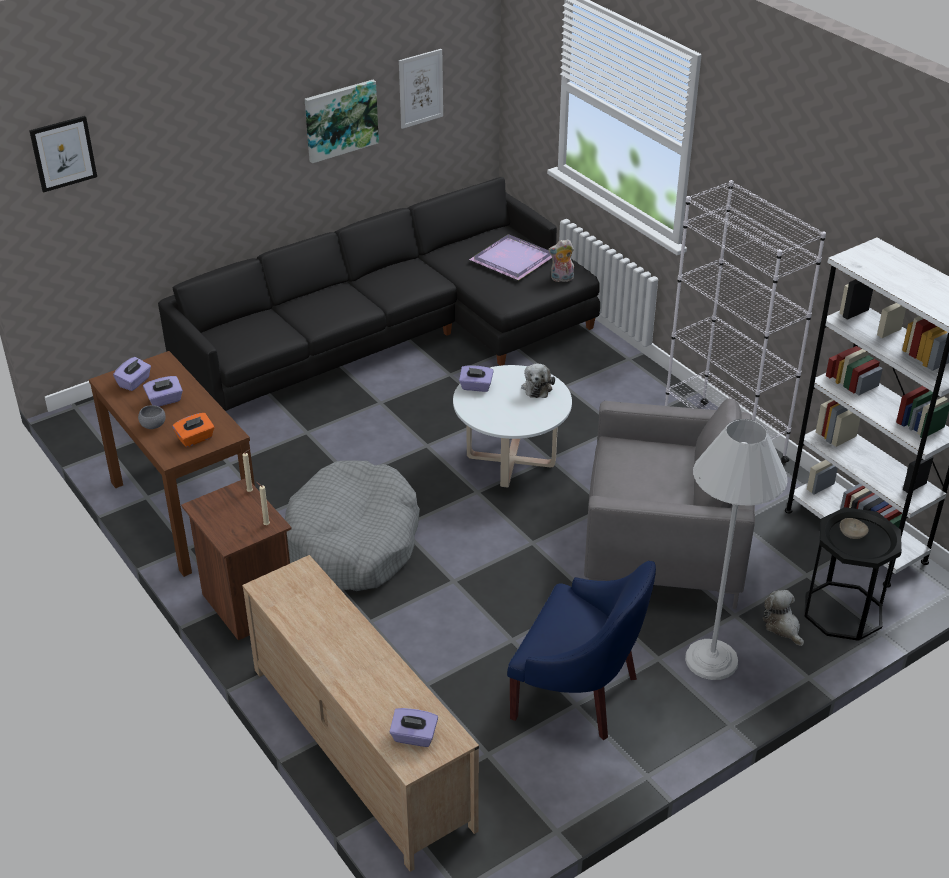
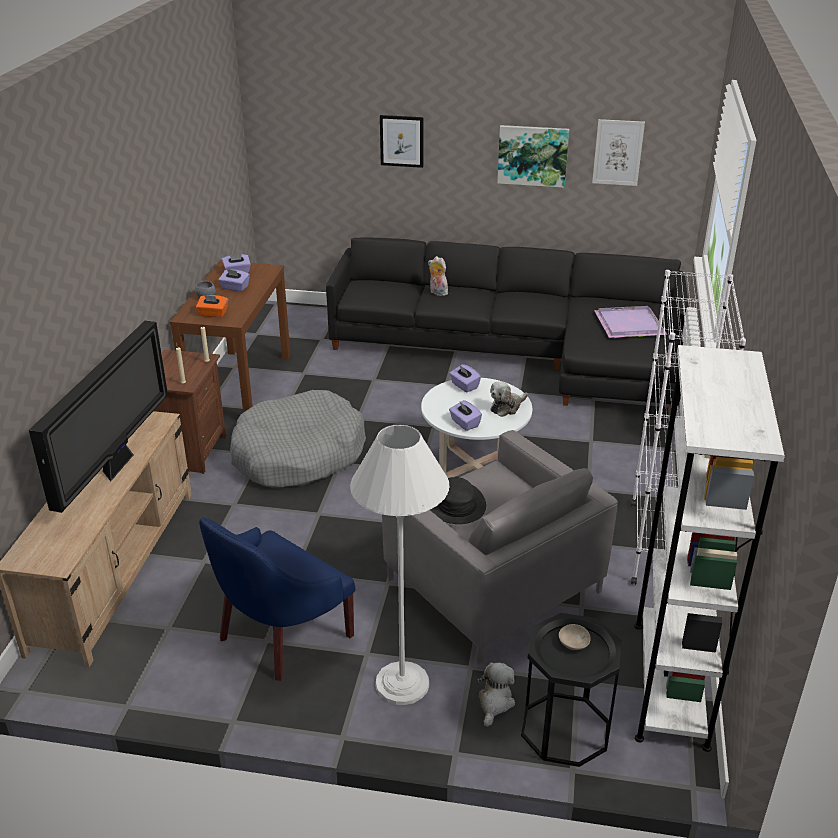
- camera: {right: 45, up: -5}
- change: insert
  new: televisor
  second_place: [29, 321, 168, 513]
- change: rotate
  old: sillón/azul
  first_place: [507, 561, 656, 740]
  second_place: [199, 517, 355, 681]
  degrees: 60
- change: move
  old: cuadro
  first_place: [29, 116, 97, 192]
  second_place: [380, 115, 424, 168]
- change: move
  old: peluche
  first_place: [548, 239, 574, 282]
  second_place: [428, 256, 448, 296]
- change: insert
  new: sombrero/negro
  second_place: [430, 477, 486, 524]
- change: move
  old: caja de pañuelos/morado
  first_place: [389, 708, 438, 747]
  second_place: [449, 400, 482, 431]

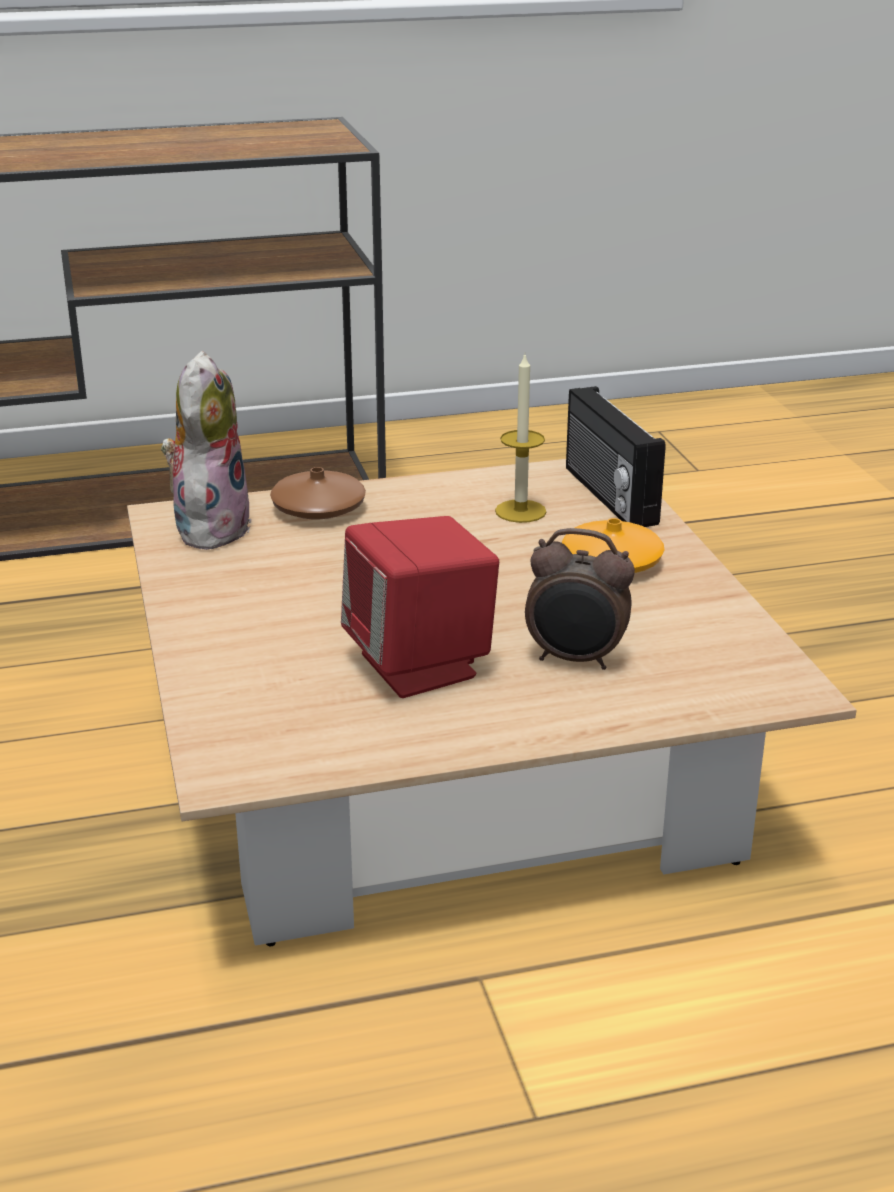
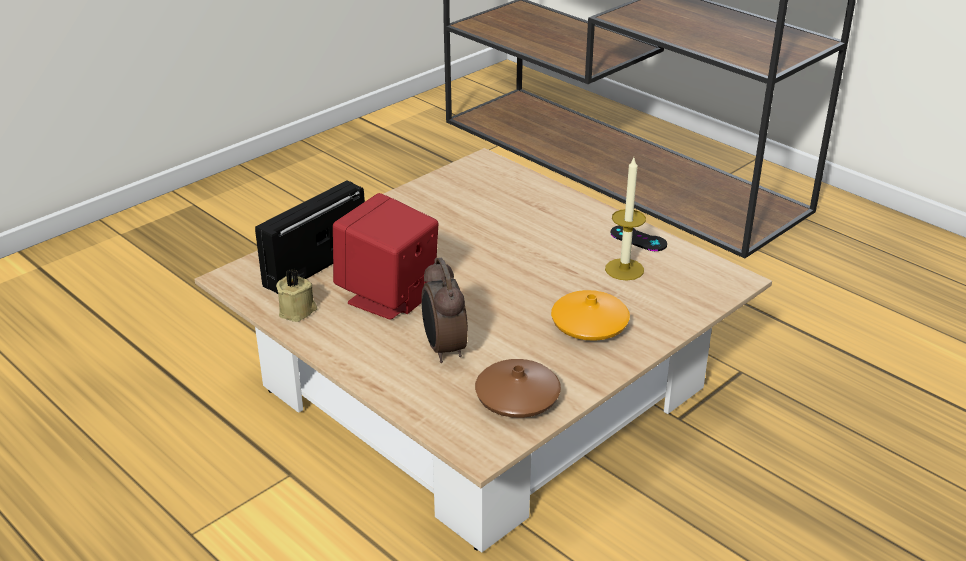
- camera: {right: 60, up: 5}
- change: move
  old: radio
  first_place: [566, 386, 666, 527]
  second_place: [255, 180, 365, 294]
- change: insert
  new: vela/beis
  second_place: [276, 269, 317, 322]
- change: move
  old: florero/marrón
  first_place: [270, 467, 366, 519]
  second_place: [475, 359, 561, 418]
- change: insert
  new: mando de consola/negro
  second_place: [610, 226, 667, 251]
- change: delete
  old: peluche
  first_place: [161, 351, 252, 550]

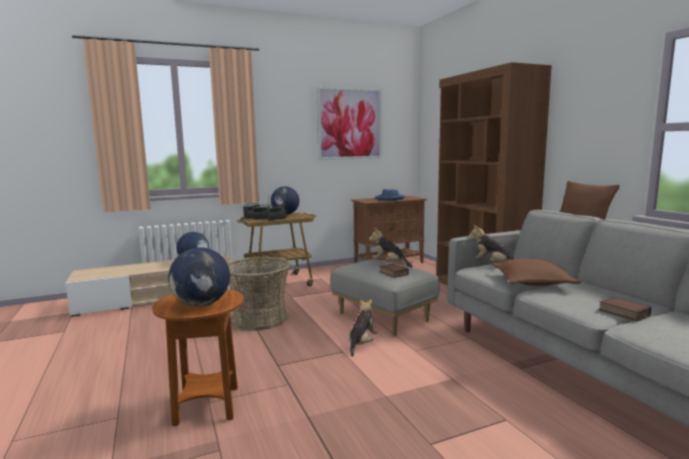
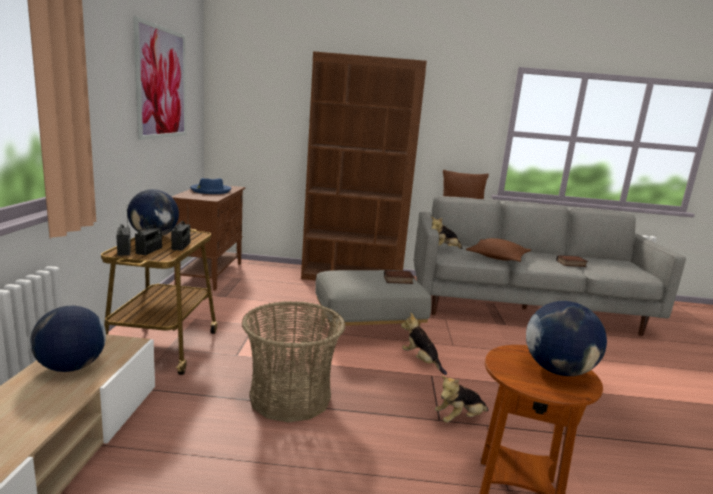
- camera: {right: -65, up: 5}
- change: move
  old: peluche
  first_place: [369, 228, 413, 267]
  second_place: [435, 376, 489, 423]

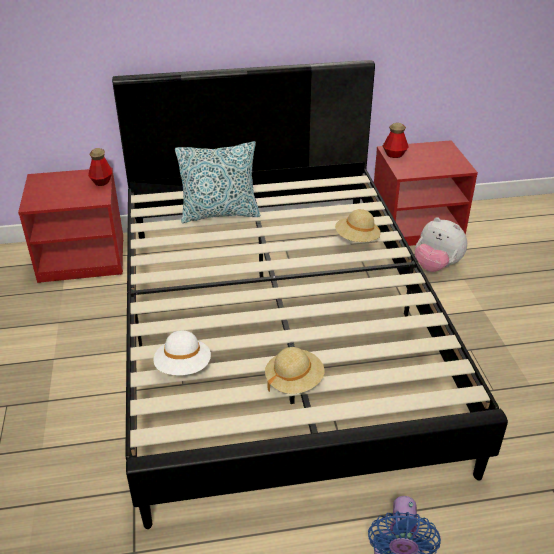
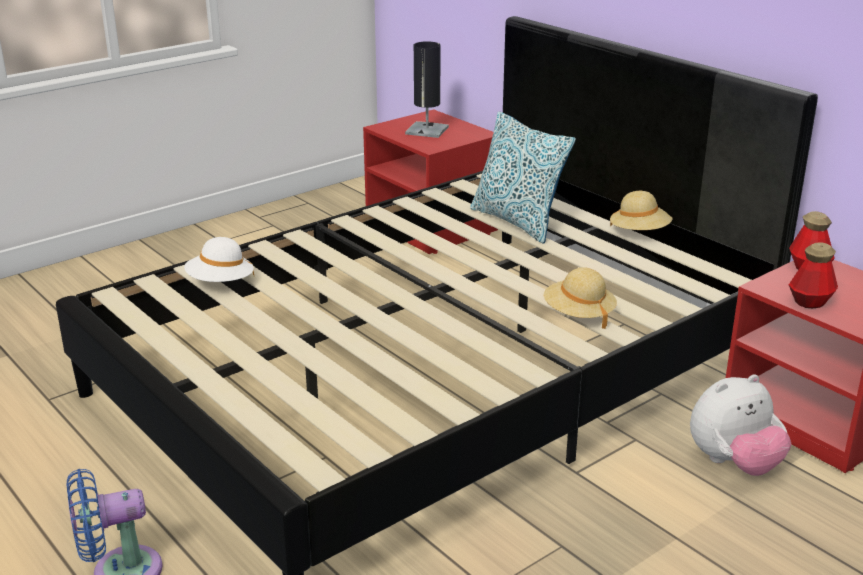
- camera: {right: 60, up: -10}
- change: insert
  new: lámpara de mesa/negro
  second_place: [405, 41, 449, 138]
- change: move
  old: sombrero/beis
  first_place: [265, 347, 325, 394]
  second_place: [610, 191, 673, 230]
- change: rotate
  old: peluche
  first_place: [415, 217, 467, 272]
  second_place: [690, 374, 791, 476]
  degrees: -120
- change: move
  old: botella
  first_place: [88, 148, 112, 186]
  second_place: [789, 242, 838, 308]

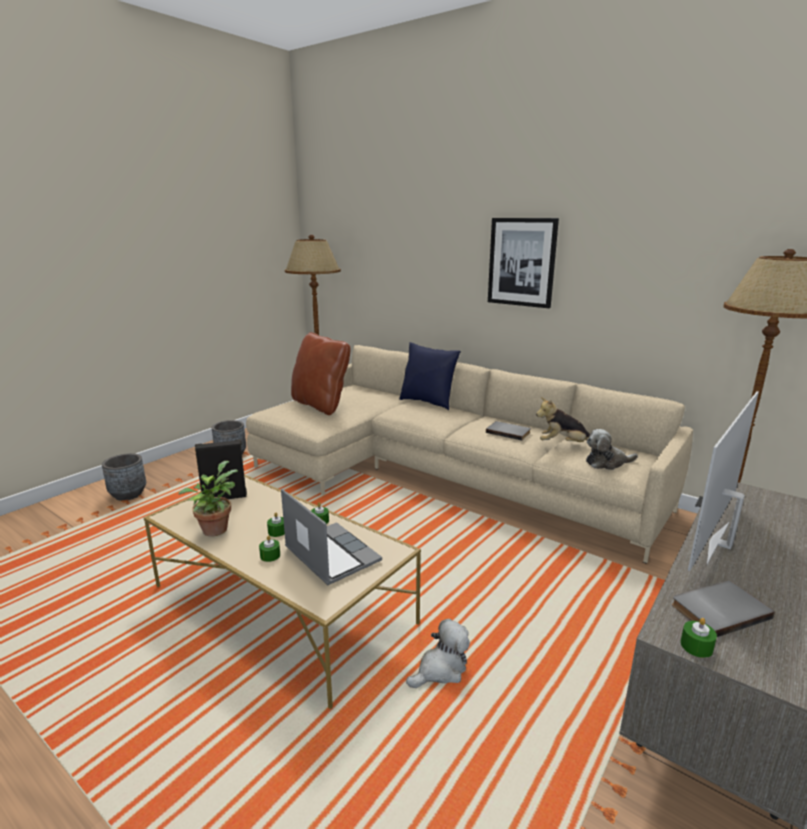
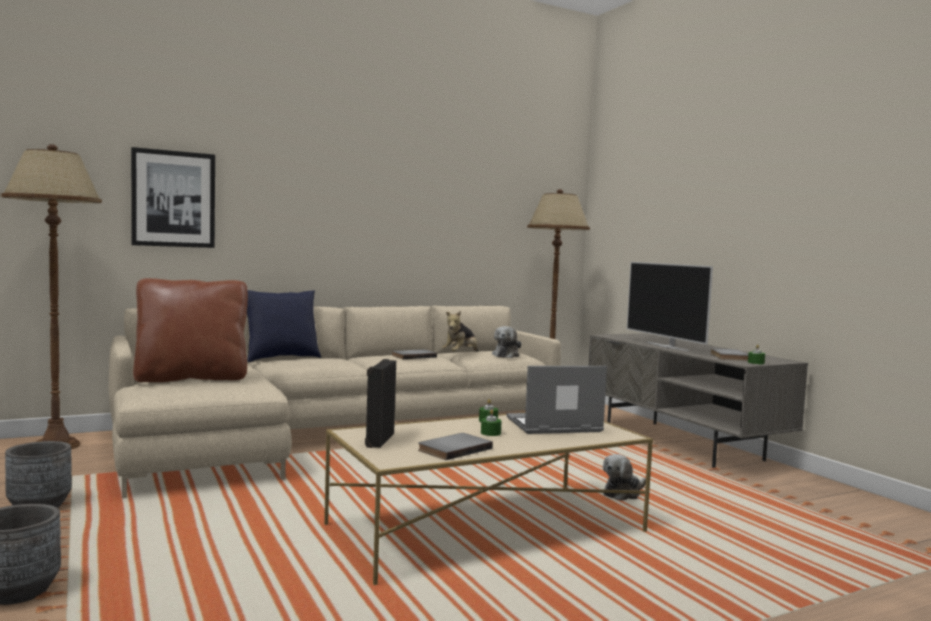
- camera: {right: -65, up: -15}
- change: move
  old: cuadro
  first_place: [488, 218, 559, 308]
  second_place: [131, 147, 215, 248]
- change: replace
  old: planta en maceta
  new: libro/gris
  first_place: [178, 461, 238, 537]
  second_place: [418, 433, 493, 460]
- change: rotate
  old: peluche
  first_place: [406, 619, 470, 688]
  second_place: [603, 454, 646, 500]
  degrees: -120
- change: delete
  old: vela/verde
  first_place: [259, 535, 280, 562]

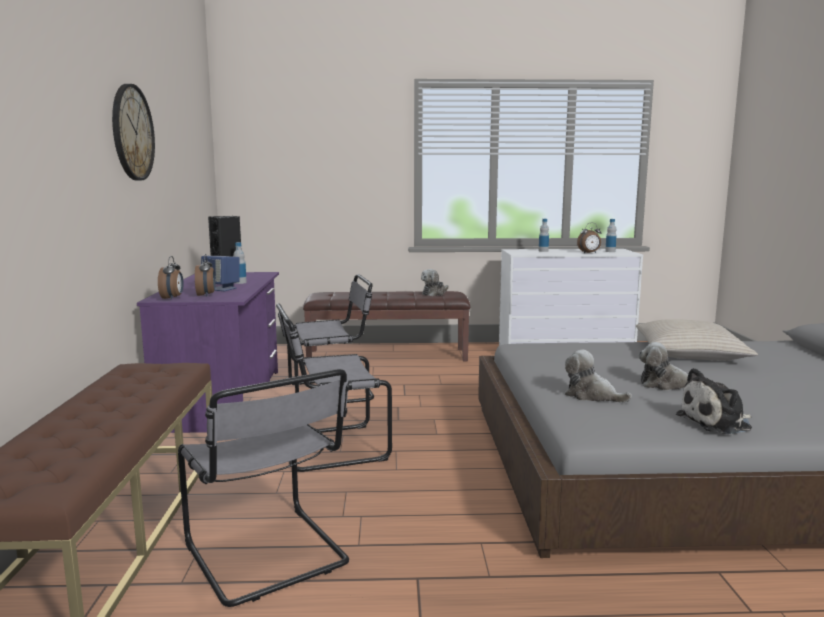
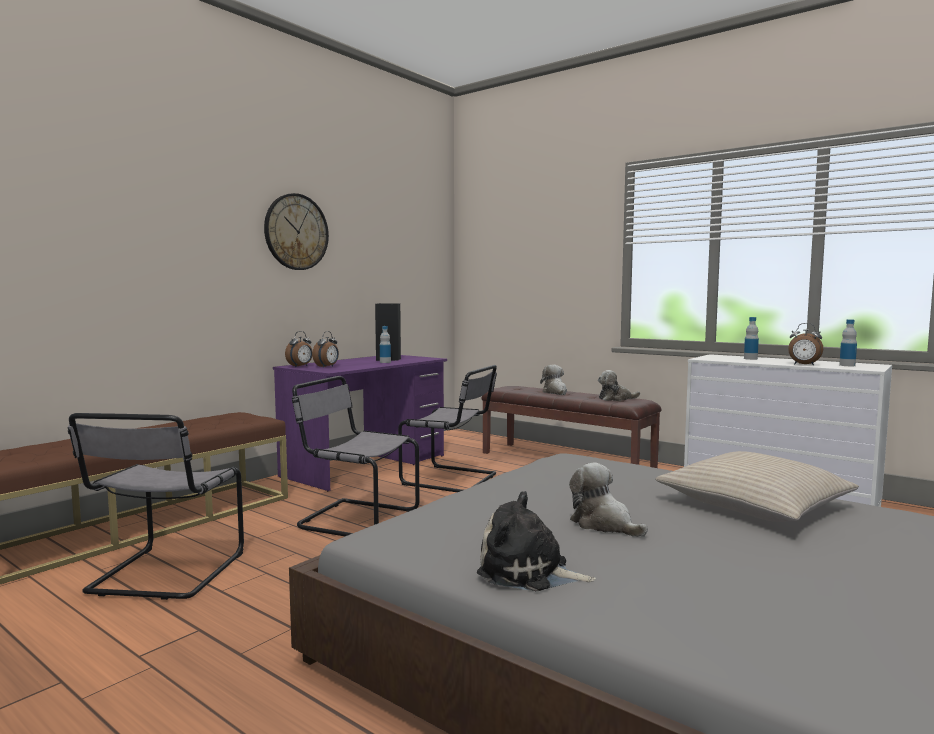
- camera: {right: 40, up: -5}
- change: move
  old: peluche
  first_place: [565, 350, 632, 402]
  second_place: [540, 365, 567, 395]
- change: delete
  old: altavoz/azul
  first_place: [201, 256, 240, 291]

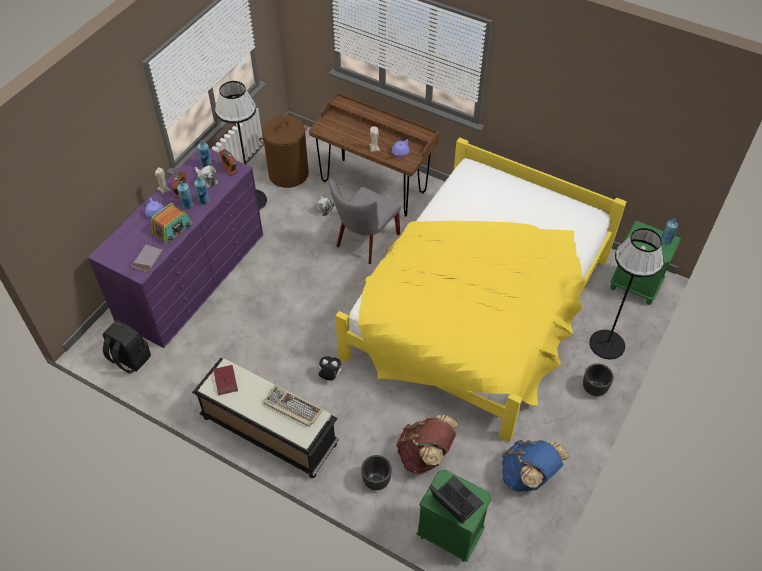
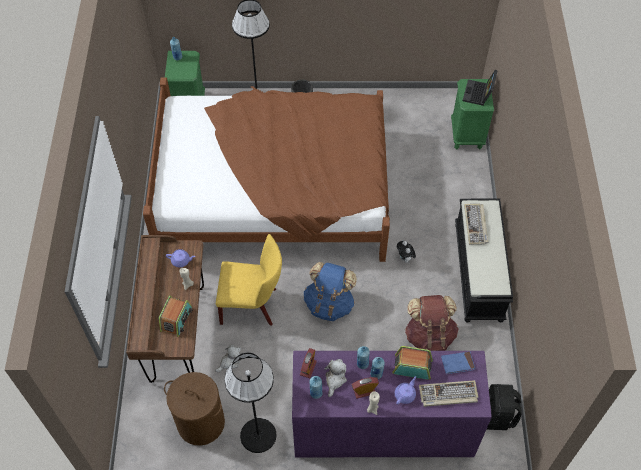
- camera: {right: -120, up: 5}
- change: recolor
  old: cama/amarillo
  new: cama/marrón
  first_place: [335, 138, 626, 442]
  second_place: [143, 77, 390, 262]
- change: insert
  new: radio
  second_place: [159, 295, 193, 337]
- change: recolor
  old: silla/gris
  new: silla/amarillo
  first_place: [329, 178, 401, 264]
  second_place: [216, 234, 282, 326]
- change: move
  old: mochila/azul
  first_place: [502, 440, 569, 492]
  second_place: [304, 262, 357, 321]
- change: move
  old: mochila/marrón
  first_place: [396, 415, 458, 474]
  second_place: [405, 295, 459, 351]
- change: insert
  new: teclado
  second_place: [419, 380, 479, 407]
- change: recolor
  old: libro/gris
  new: libro/azul
  first_place: [132, 245, 163, 273]
  second_place: [441, 351, 475, 374]
- change: delete
  old: libro/rojo
  first_place: [213, 365, 238, 395]
- change: delete
  old: maceta/negro
  first_place: [361, 455, 392, 490]

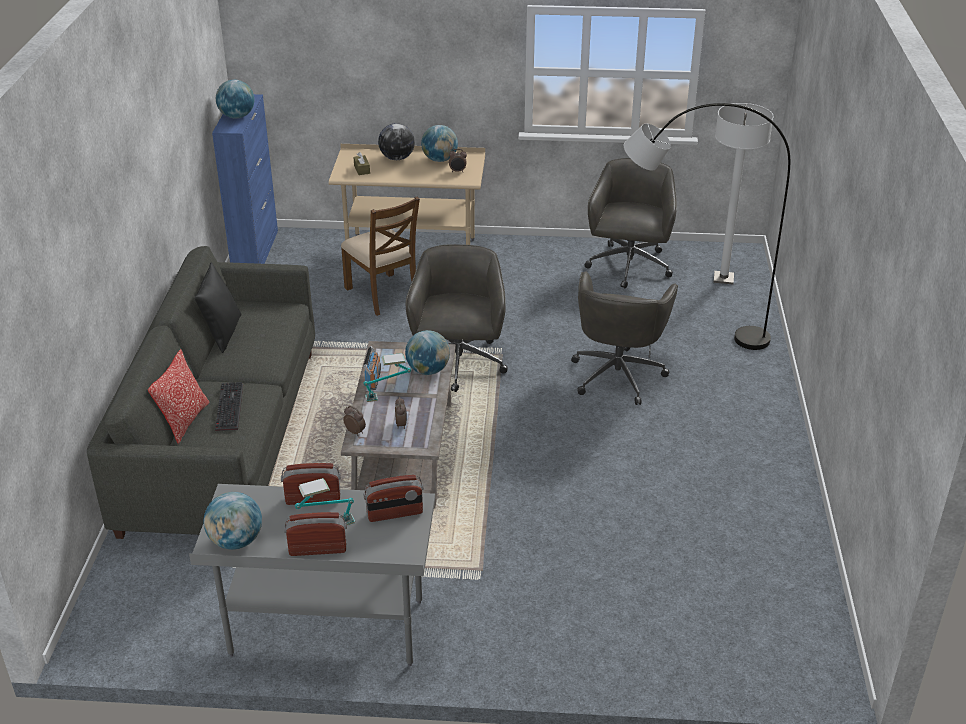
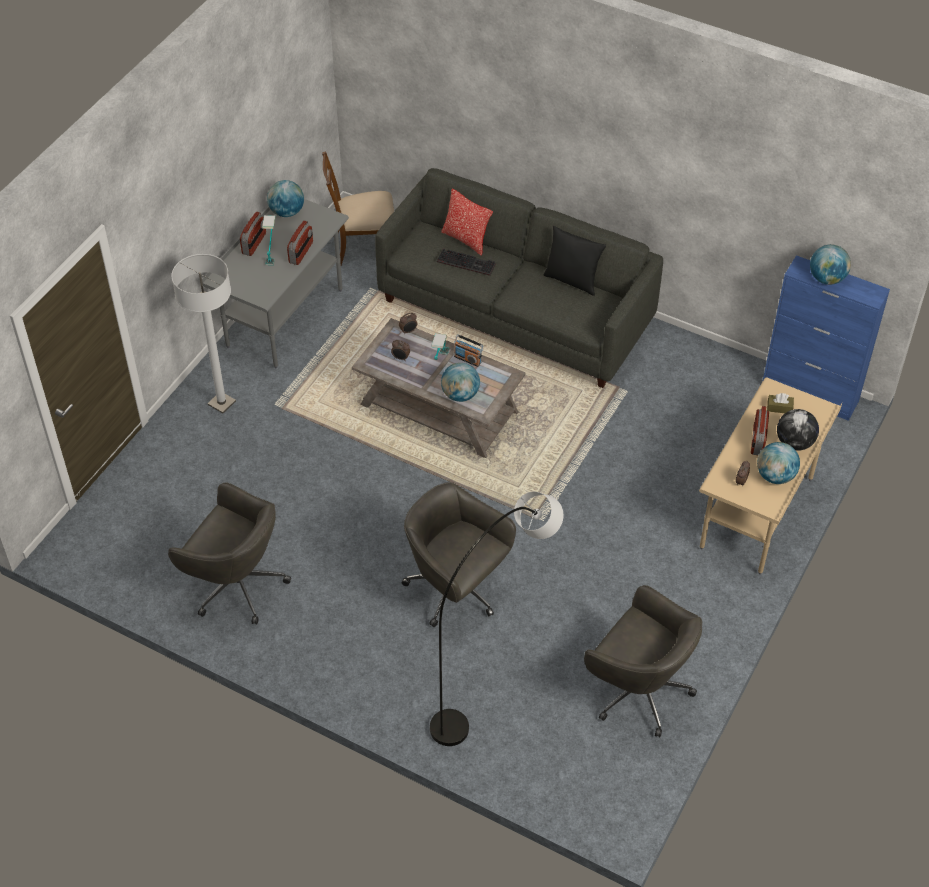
- camera: {right: 115, up: 15}
- change: move
  old: silla de oficina/gris
  first_place: [406, 244, 508, 392]
  second_place: [168, 482, 291, 625]
- change: move
  old: lámpara de pie/blanco
  first_place: [713, 103, 774, 285]
  second_place: [171, 254, 236, 414]
- change: move
  old: silla/marrón
  first_place: [341, 196, 420, 316]
  second_place: [322, 151, 394, 266]
- change: move
  old: radio
  first_place: [363, 475, 424, 522]
  second_place: [751, 406, 769, 456]

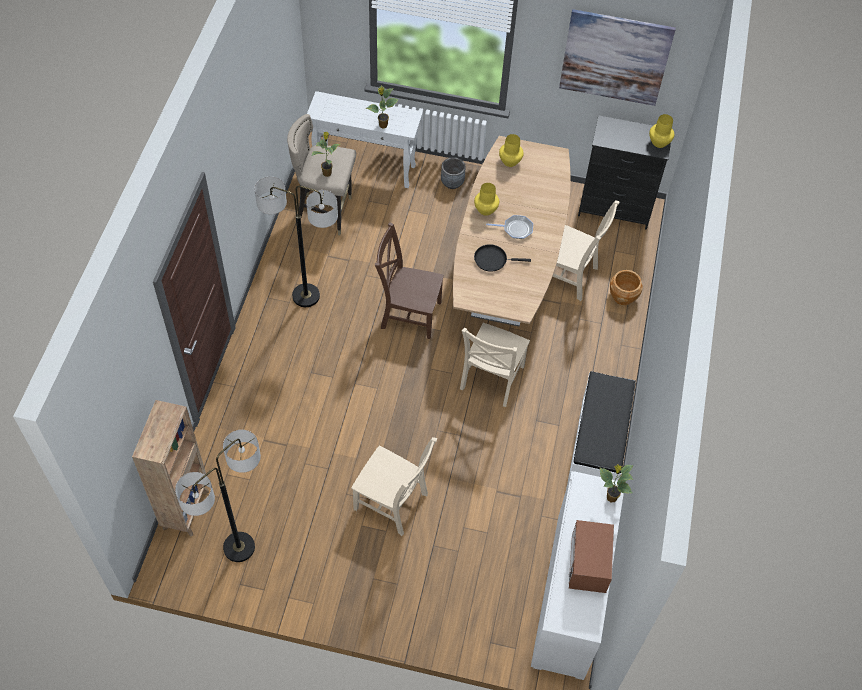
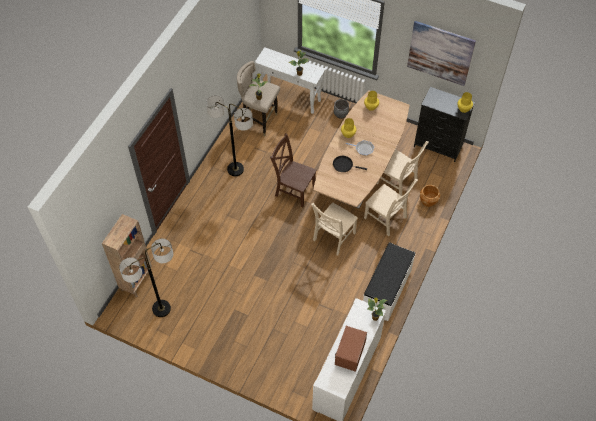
- camera: {right: 15, up: 0}
- change: move
  old: silla/beis
  first_place: [351, 437, 437, 536]
  second_place: [364, 179, 418, 236]

